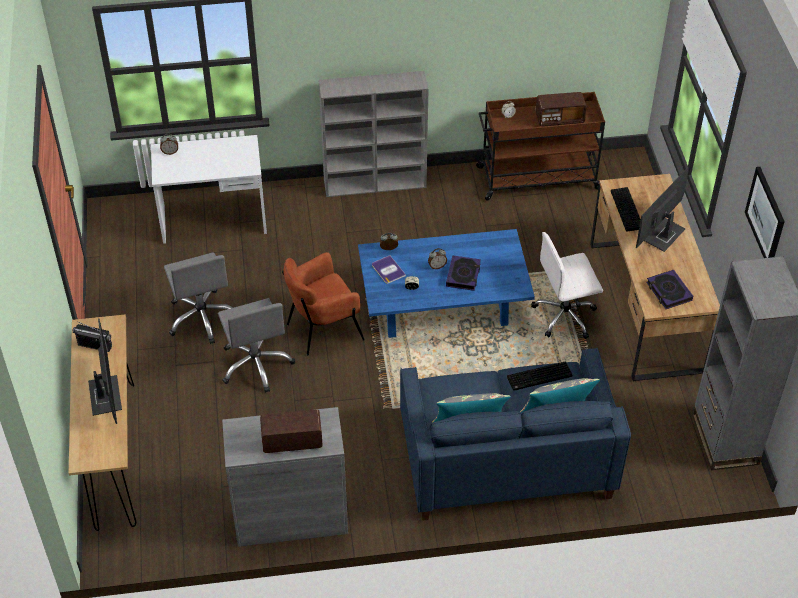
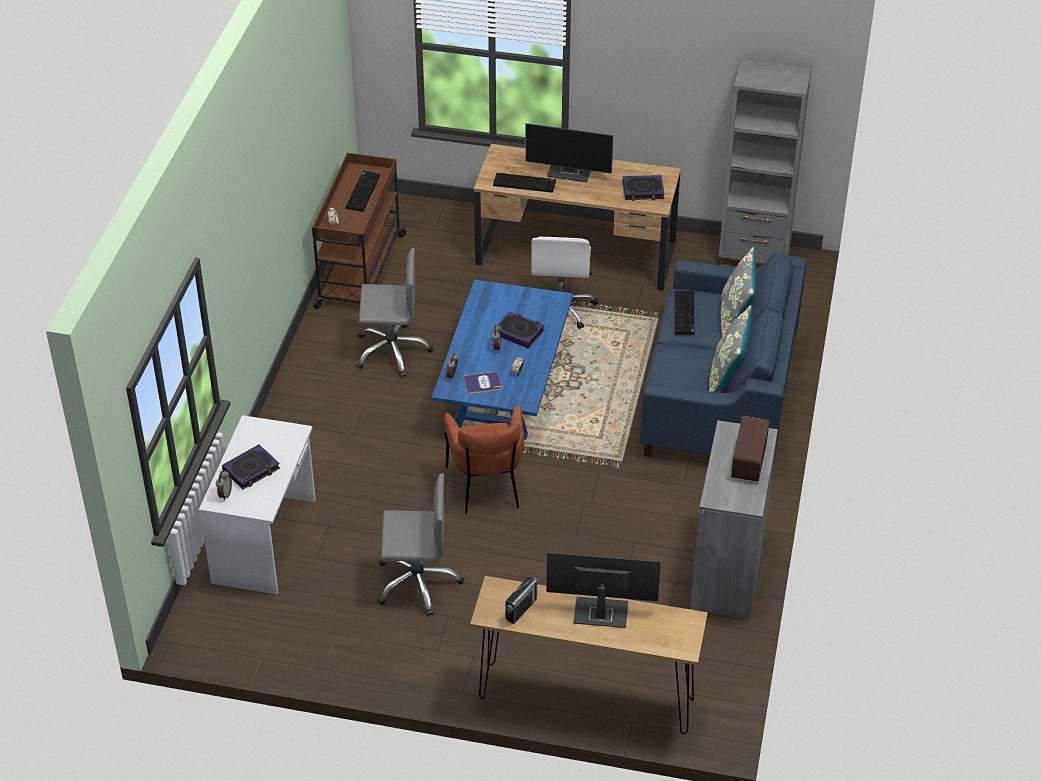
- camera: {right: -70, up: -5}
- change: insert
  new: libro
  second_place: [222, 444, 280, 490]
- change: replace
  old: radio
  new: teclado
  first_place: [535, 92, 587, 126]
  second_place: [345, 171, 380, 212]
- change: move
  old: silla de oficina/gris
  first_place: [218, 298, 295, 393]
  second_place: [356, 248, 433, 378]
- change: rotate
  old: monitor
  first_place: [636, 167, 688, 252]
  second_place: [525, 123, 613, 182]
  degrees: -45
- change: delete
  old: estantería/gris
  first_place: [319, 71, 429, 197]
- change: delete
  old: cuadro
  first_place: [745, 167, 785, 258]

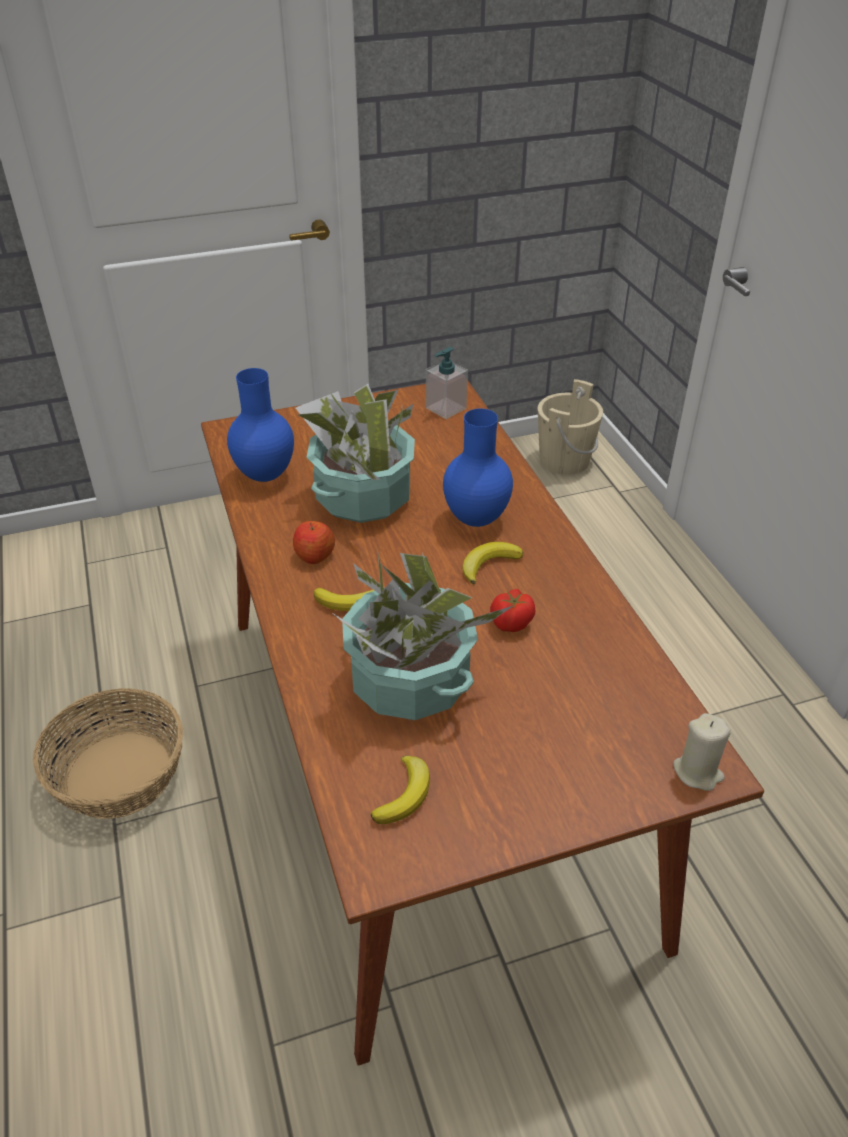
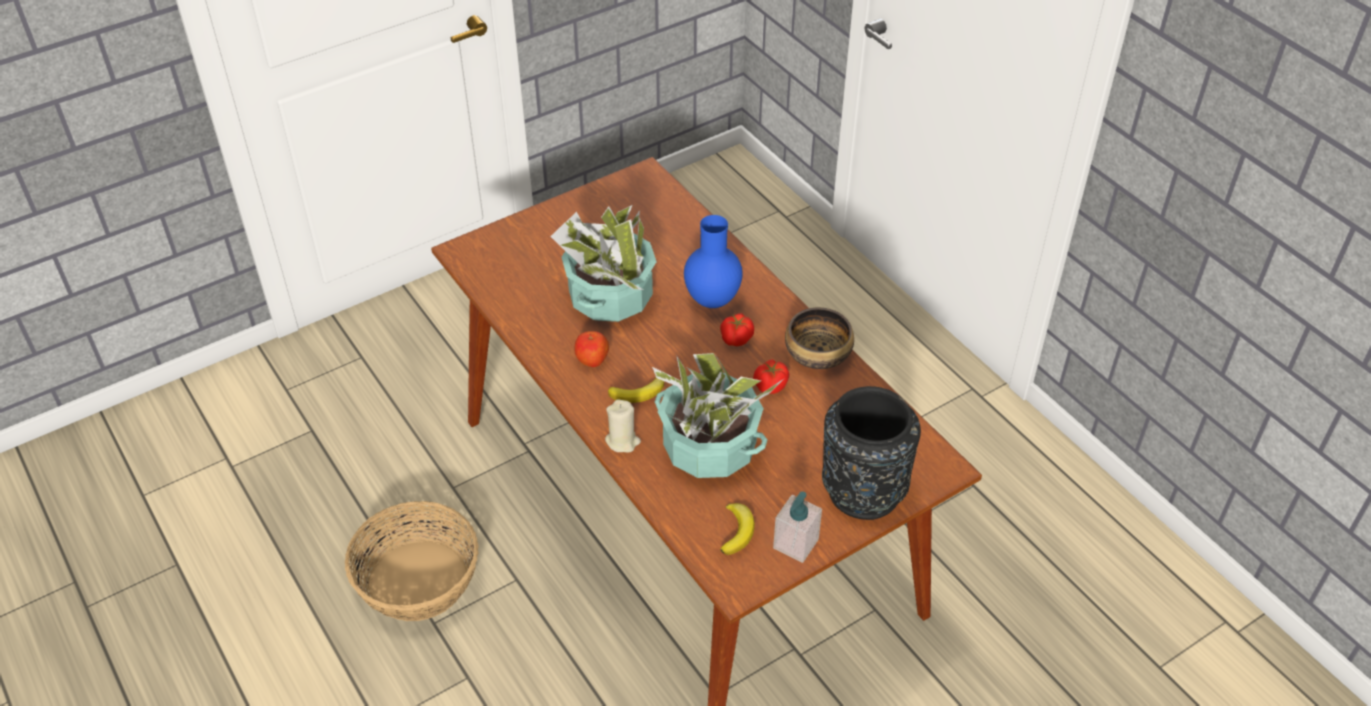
- camera: {right: -15, up: 5}
- change: move
  old: vela/beis
  first_place: [673, 713, 731, 791]
  second_place: [605, 400, 641, 453]
- change: replace
  old: plátano
  new: tomate
  first_place: [462, 542, 523, 585]
  second_place: [720, 313, 754, 346]
- change: move
  old: dispensador de jabón
  first_place: [426, 347, 468, 419]
  second_place: [773, 491, 822, 563]
- change: insert
  new: cuenco
  second_place: [785, 307, 854, 369]
- change: insert
  new: florero/negro
  second_place: [822, 386, 921, 520]
- change: delete
  old: florero/azul
  first_place: [227, 368, 294, 482]
- change: delete
  old: cubo/beis
  first_place: [538, 379, 603, 475]

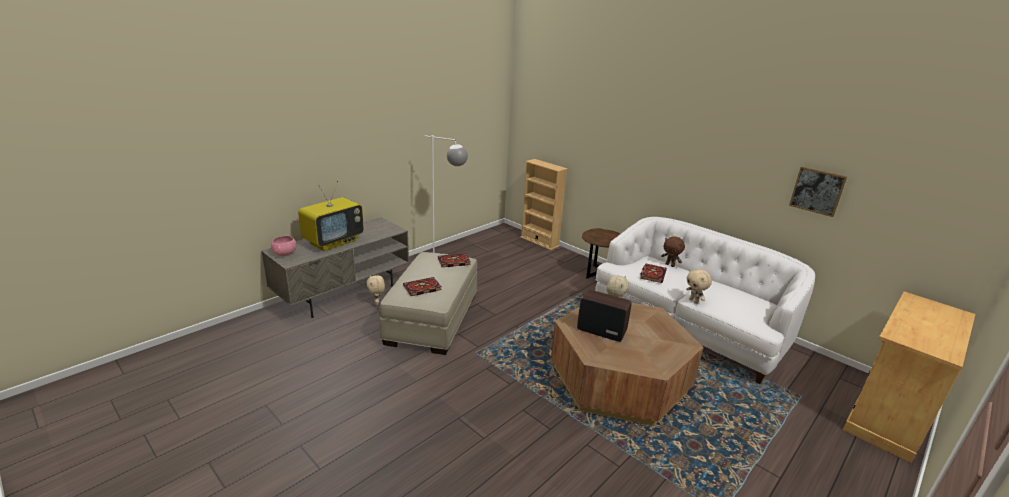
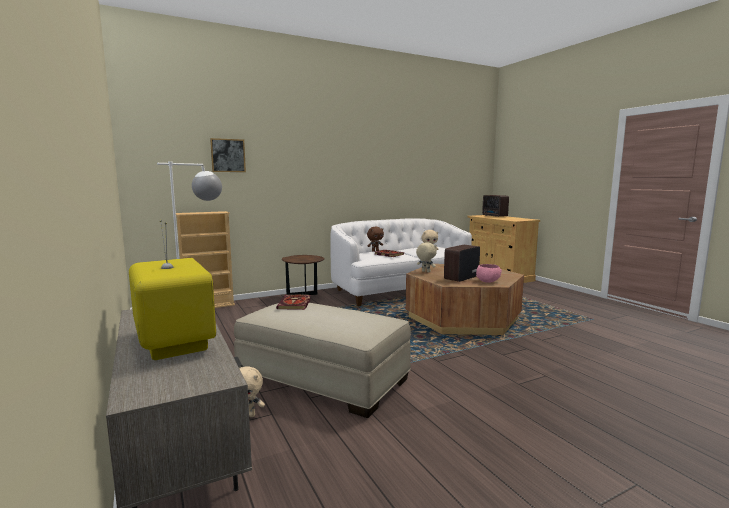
- camera: {right: -70, up: -15}
- change: move
  old: cuadro
  first_place: [789, 167, 847, 217]
  second_place: [210, 138, 246, 172]
- change: move
  old: cuenco/rosa
  first_place: [271, 236, 297, 256]
  second_place: [476, 264, 502, 283]
- change: insert
  new: radio
  second_place: [482, 195, 509, 217]
- change: delete
  old: libro
  first_place: [403, 277, 442, 296]

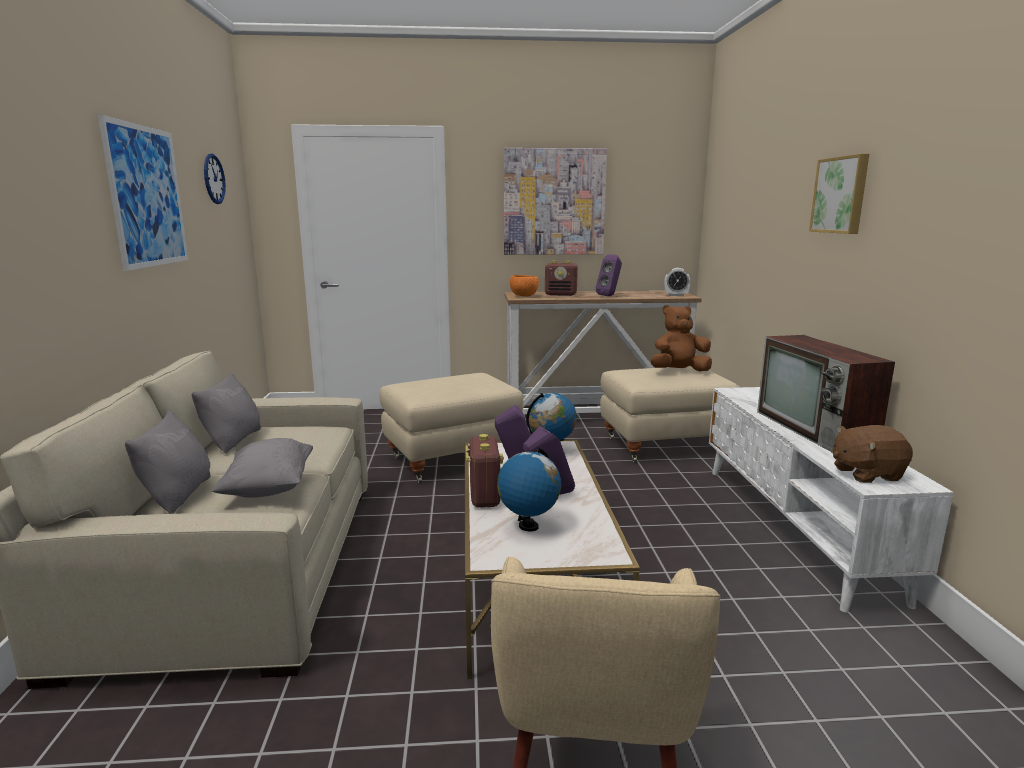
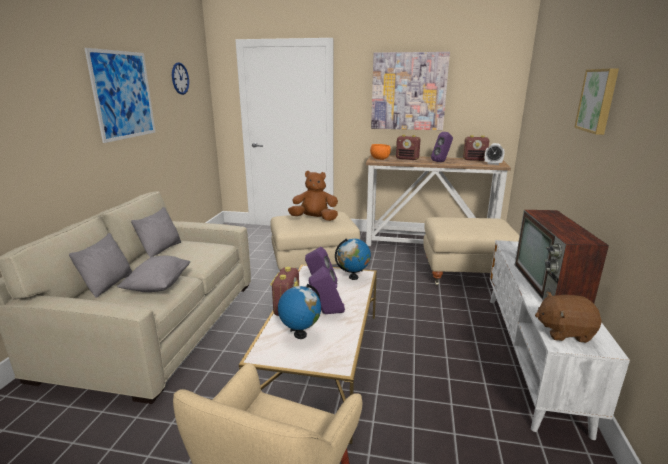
- camera: {right: 15, up: 5}
- change: move
  old: peluche/marrón
  first_place: [651, 305, 712, 372]
  second_place: [288, 171, 338, 221]
- change: insert
  new: radio
  second_place: [463, 135, 489, 161]

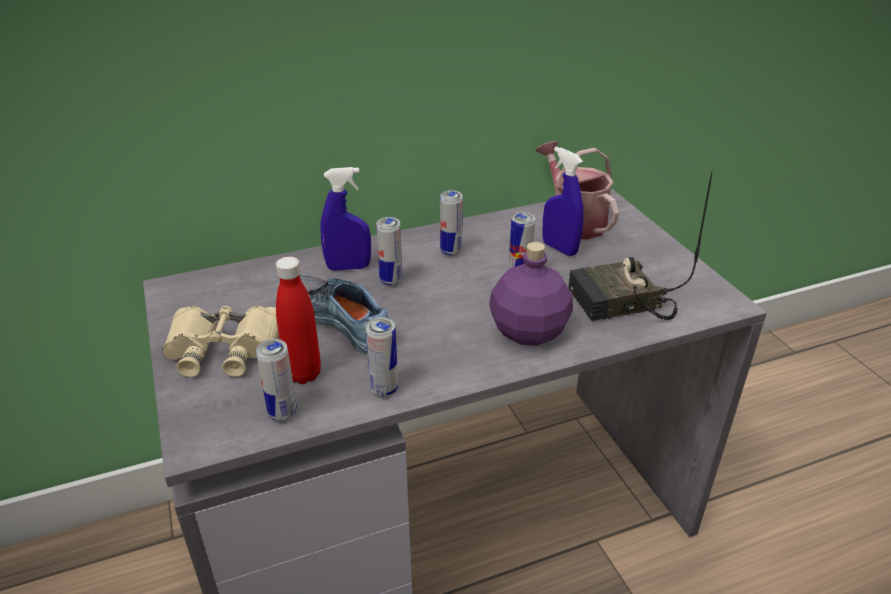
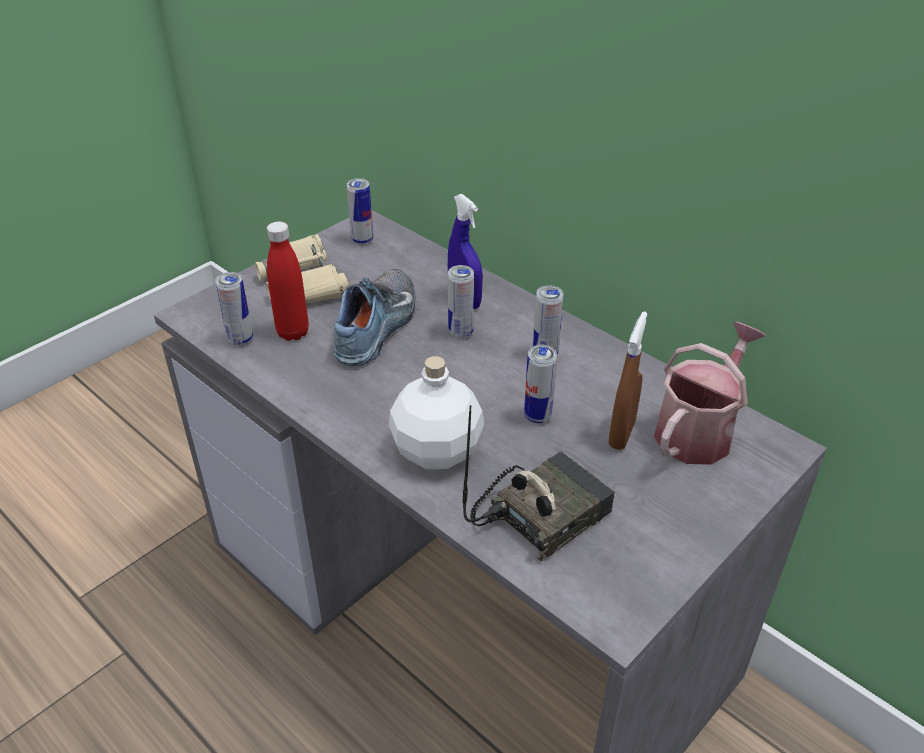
- camera: {right: 65, up: 5}
- change: move
  old: lata
  first_place: [365, 317, 398, 397]
  second_place: [346, 178, 373, 245]
- change: recolor
  old: botella/morado
  new: botella/blanco
  first_place: [489, 242, 573, 346]
  second_place: [389, 356, 484, 469]
- change: rotate
  old: radio
  first_place: [568, 172, 712, 321]
  second_place: [462, 405, 615, 561]
  degrees: 90
- change: recolor
  old: pulverizador/azul
  new: pulverizador/marrón
  first_place: [542, 147, 584, 256]
  second_place: [609, 312, 648, 450]

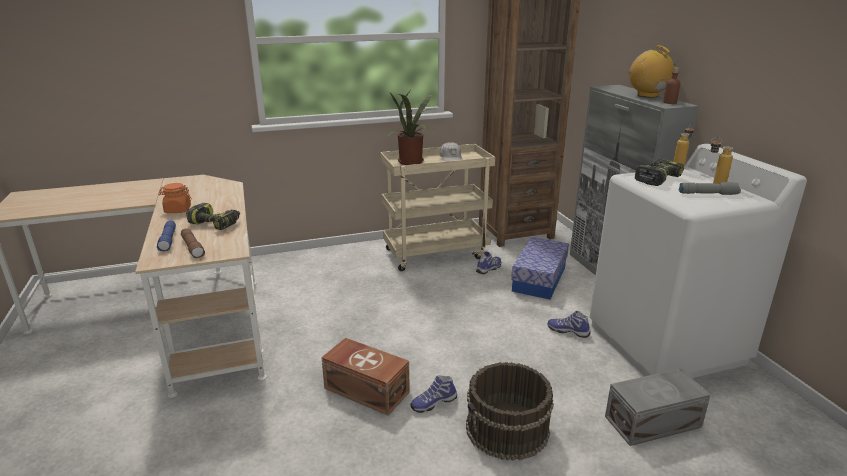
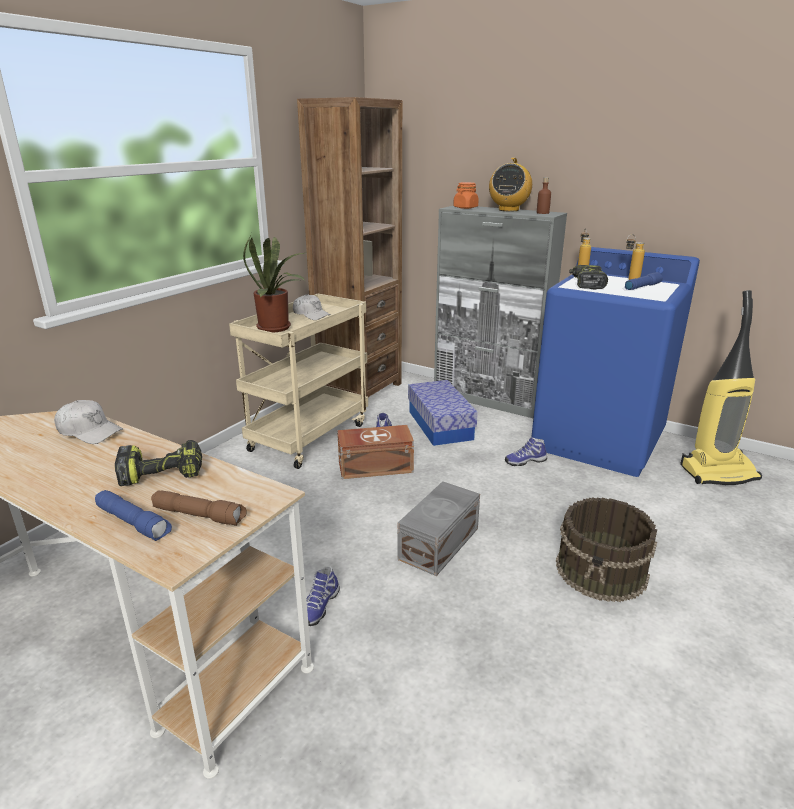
- camera: {right: -40, up: 0}
- change: insert
  new: gorra/blanco
  second_place: [54, 400, 123, 444]
- change: move
  old: zapato
  first_place: [410, 375, 457, 413]
  second_place: [306, 566, 340, 626]
- change: move
  old: caja de almacenaje/marrón
  first_place: [321, 338, 410, 416]
  second_place: [337, 425, 414, 479]
- change: move
  old: caja de almacenaje/gris
  first_place: [605, 369, 711, 446]
  second_place: [397, 481, 480, 576]
- change: move
  old: tarro/naranja
  first_place: [158, 183, 192, 213]
  second_place: [453, 182, 479, 209]
- change: rotate
  old: radio
  first_place: [629, 45, 682, 98]
  second_place: [489, 158, 532, 212]
  degrees: -90
- change: recolor
  old: lavadora/blanco
  new: lavadora/azul
  first_place: [590, 144, 807, 378]
  second_place: [531, 247, 700, 477]
- change: recolor
  old: linterna/gris
  new: linterna/azul
  first_place: [679, 182, 741, 195]
  second_place: [625, 272, 663, 290]
- change: insert
  new: aspiradora
  second_place: [680, 290, 762, 485]

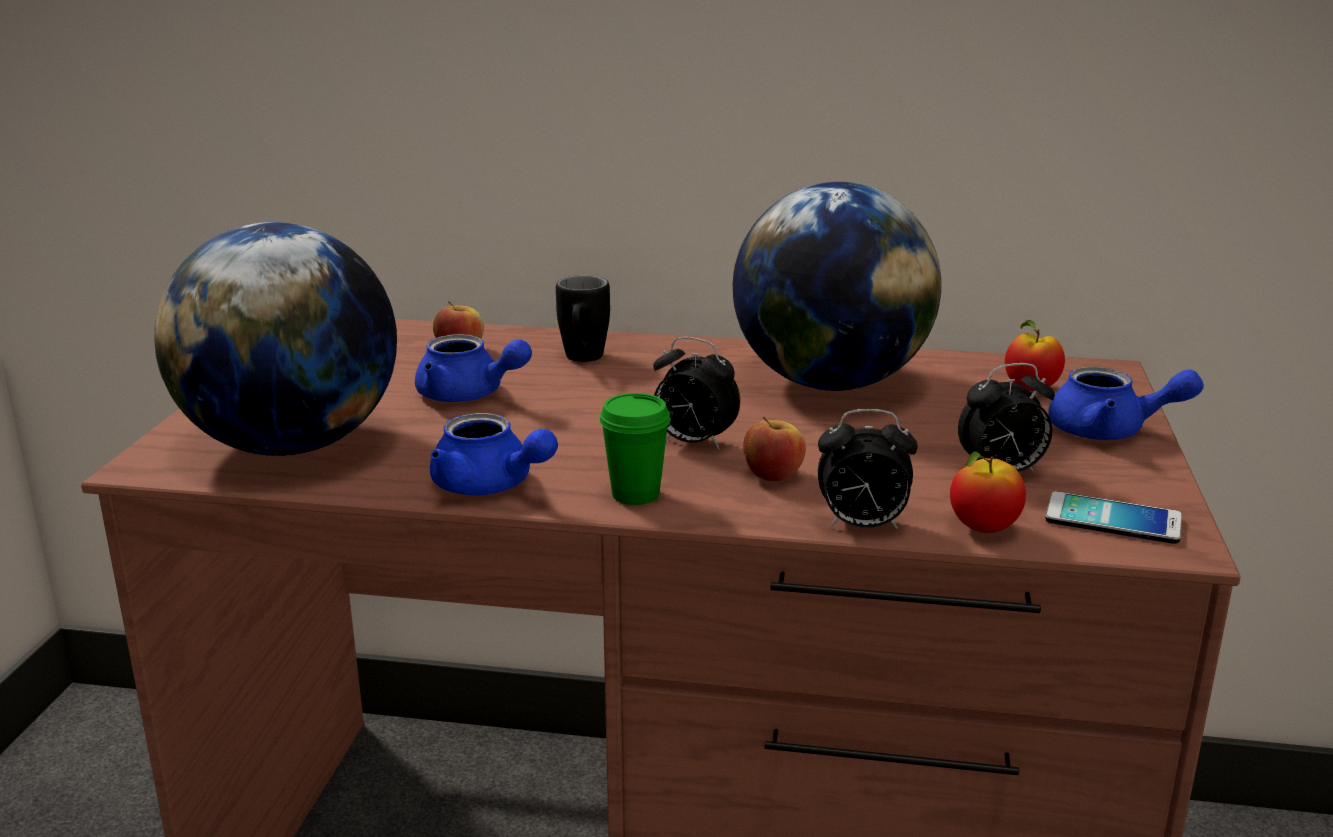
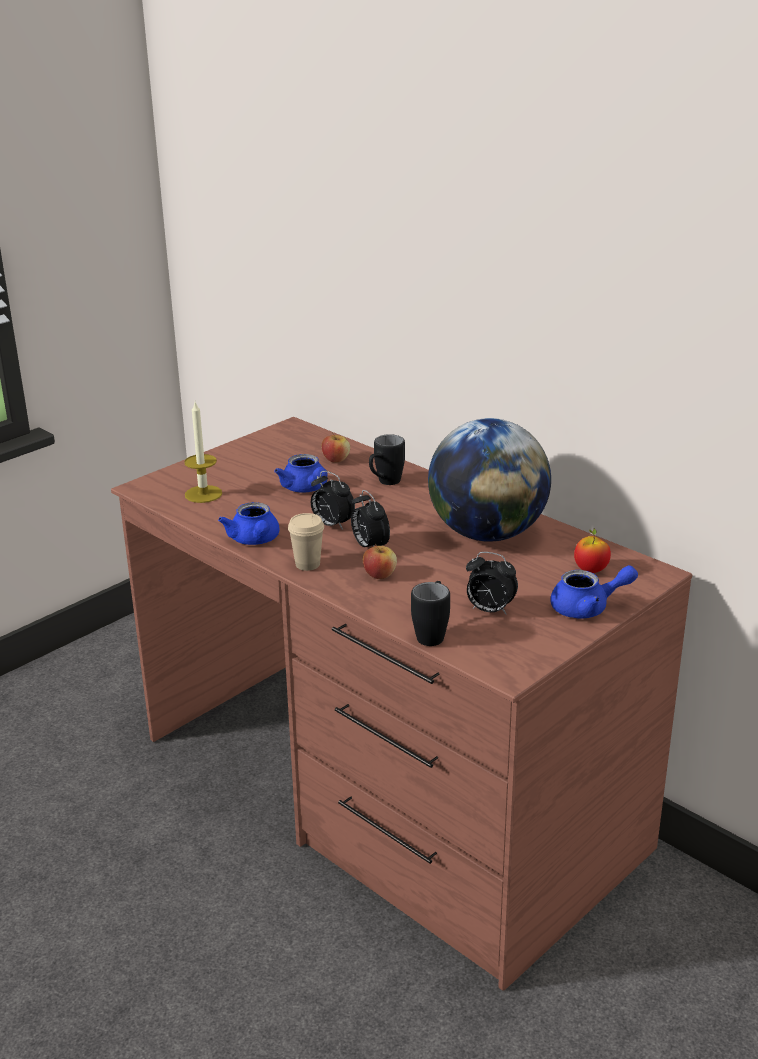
- camera: {right: 35, up: 5}
- change: replace
  old: globo terráqueo
  new: vela
  first_place: [154, 222, 397, 456]
  second_place: [184, 402, 222, 503]
- change: recolor
  old: taza/verde
  new: taza/beis
  first_place: [599, 393, 671, 505]
  second_place: [288, 513, 324, 571]
- change: move
  old: despertador
  first_place: [818, 409, 918, 529]
  second_place: [311, 471, 355, 530]
- change: replace
  old: manzana
  new: taza grande/negro
  first_place: [950, 451, 1026, 533]
  second_place: [411, 581, 450, 646]
- change: rotate
  old: tetera/azul
  first_place: [1048, 366, 1204, 440]
  second_place: [550, 565, 638, 618]
  degrees: -60
- change: delete
  old: móvil
  first_place: [1045, 491, 1182, 544]

